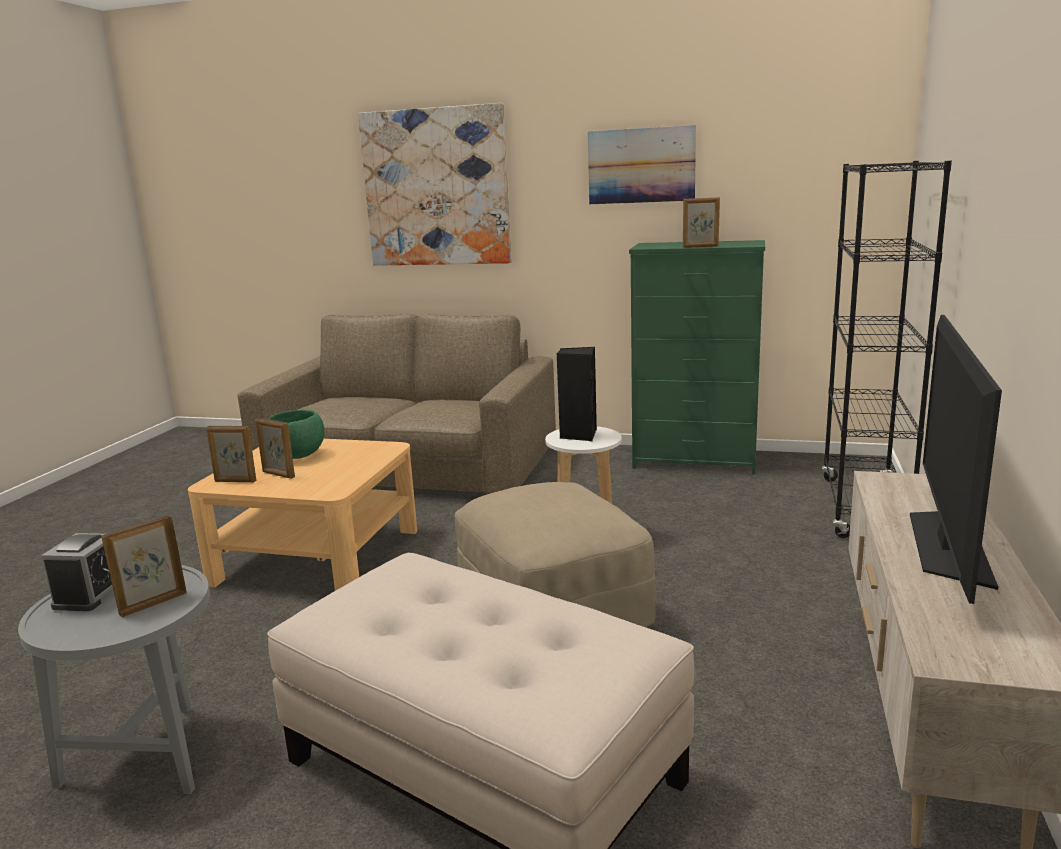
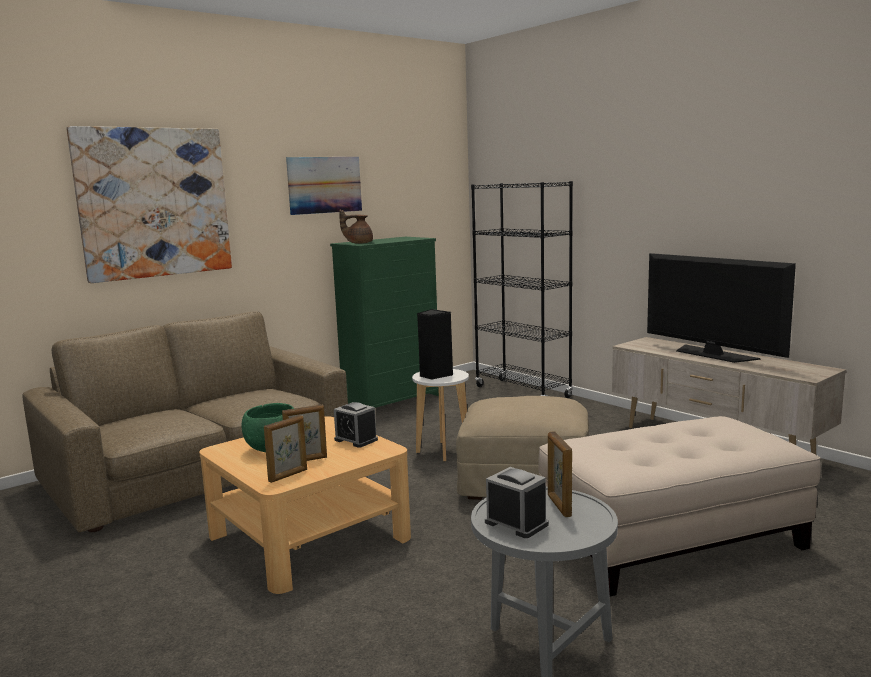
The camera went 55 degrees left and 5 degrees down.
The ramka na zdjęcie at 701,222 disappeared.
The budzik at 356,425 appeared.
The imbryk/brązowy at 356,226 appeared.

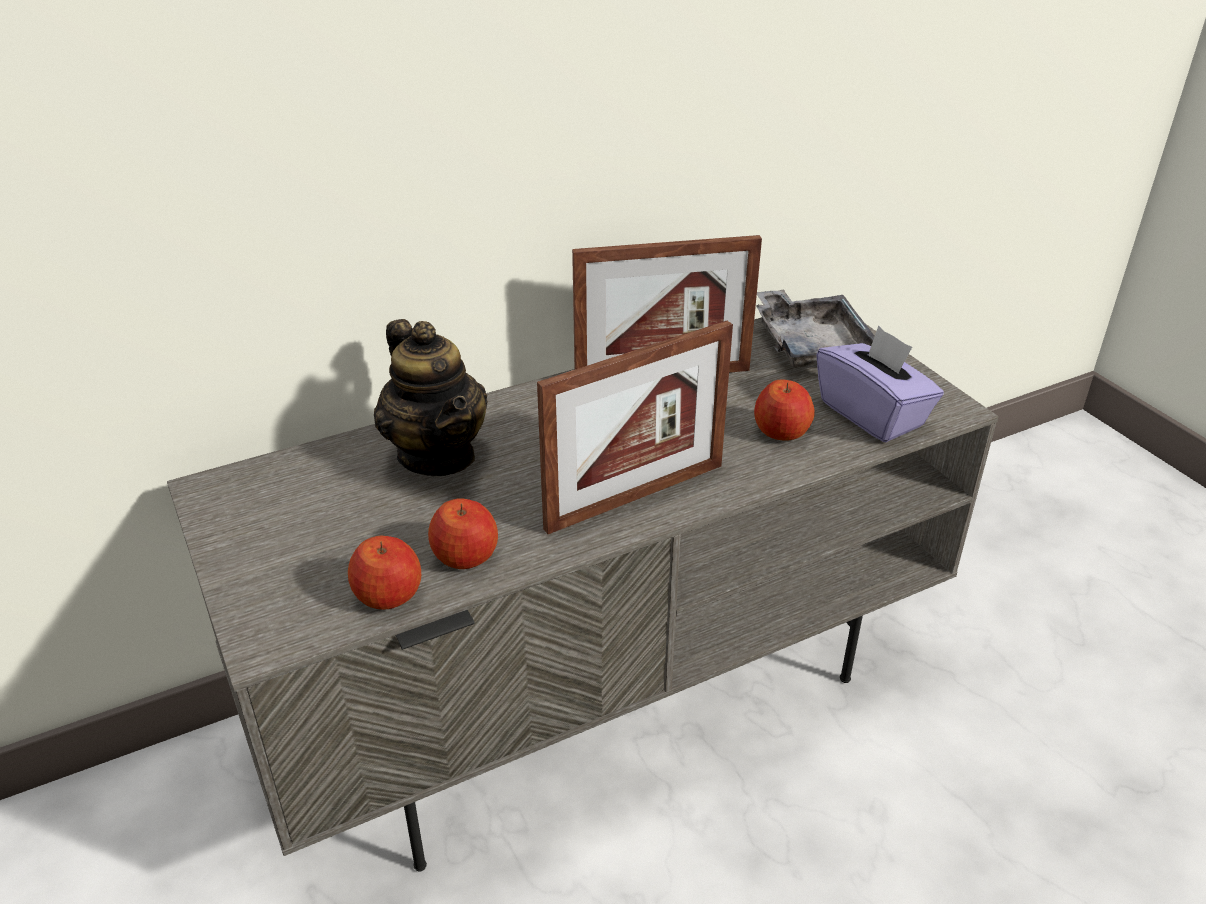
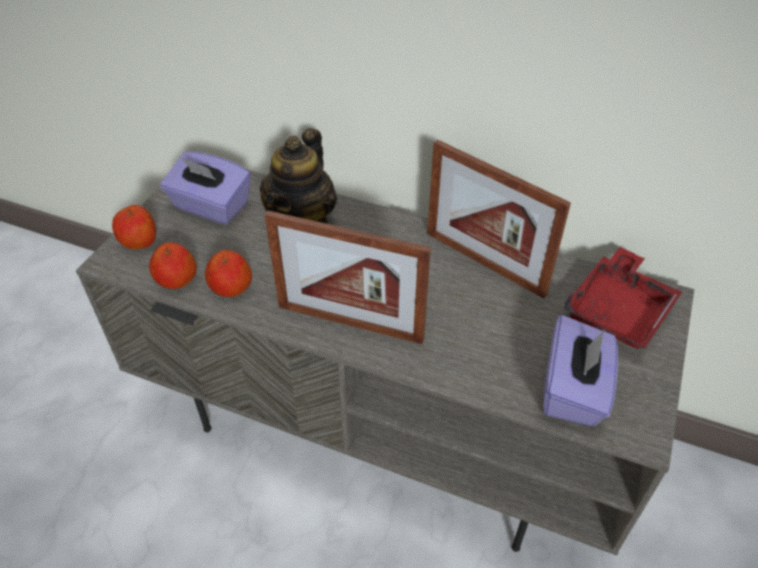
The camera went 50 degrees right and 10 degrees up.
The jabłko moved from 784,410 to 134,227.
The taca/szary at 815,328 became the taca/czerwony at 623,298.
The pudełko chusteczek/fioletowy at 205,187 appeared.

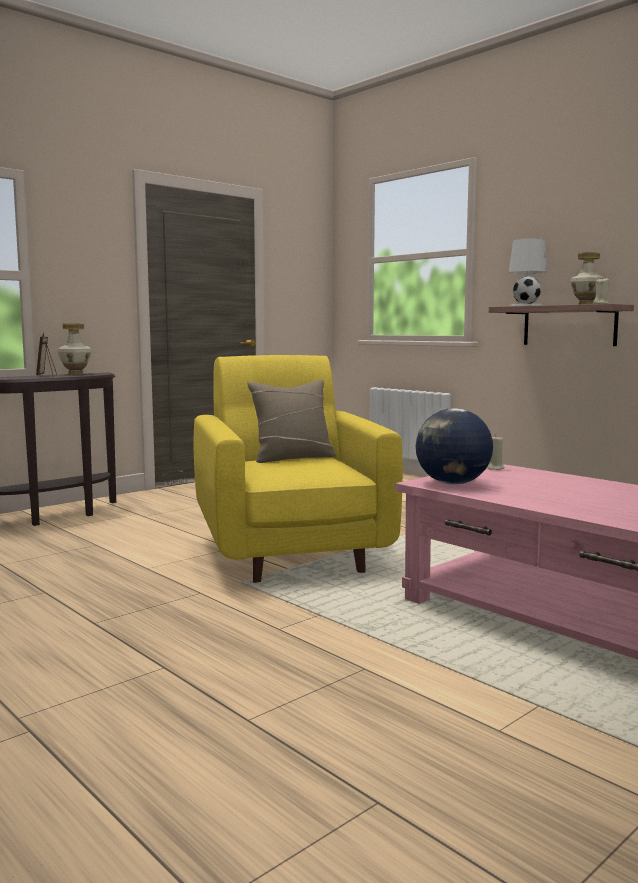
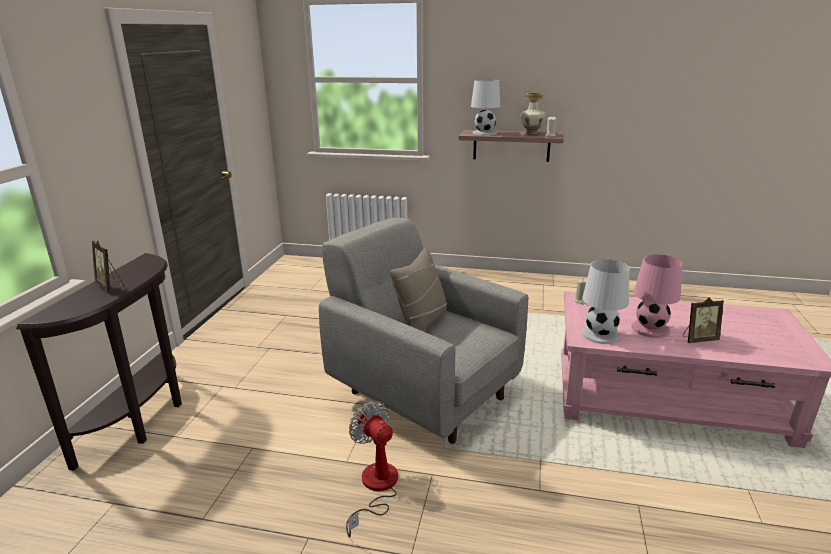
The camera went 35 degrees left and 15 degrees up.
The wazon at 75,349 disappeared.
The fotel/żółty at 298,469 became the fotel/szary at 423,331.
The globus at 454,446 was replaced by the lampa stołowa/biały at 606,301.
The wentylator at 372,469 appeared.
The lampa stołowa/różowy at 657,296 appeared.
The ramka na zdjęcie at 703,320 appeared.

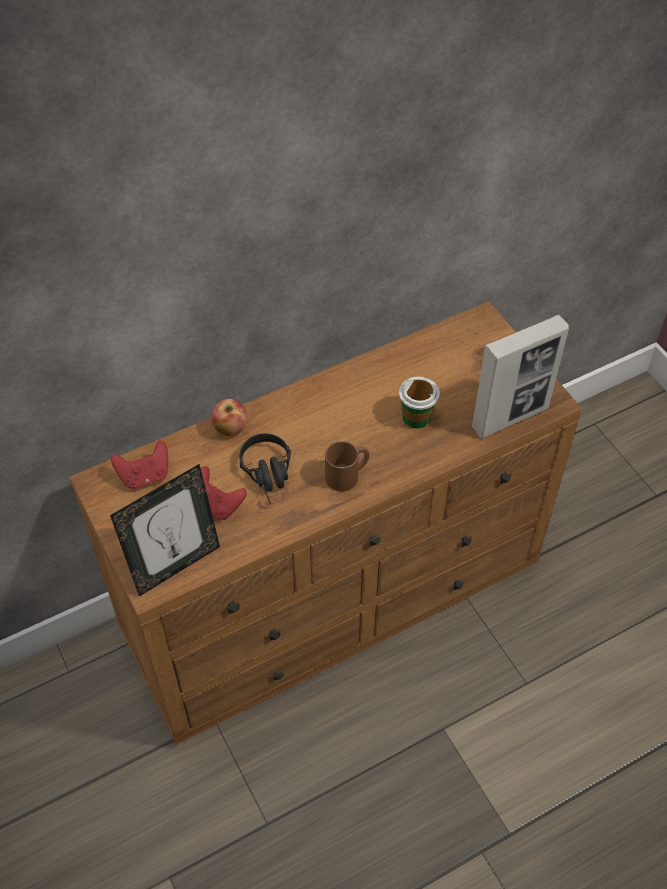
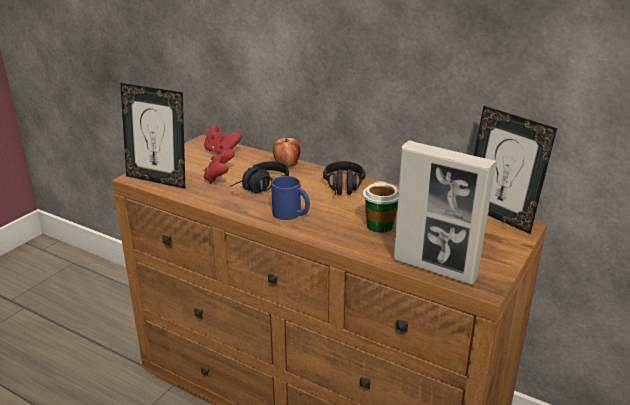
The camera went 60 degrees right and 25 degrees down.
The kubek/brązowy at 347,466 became the kubek/niebieski at 290,198.
The słuchawki/czarny at 344,178 appeared.
The ramka na zdjęcie at 515,170 appeared.

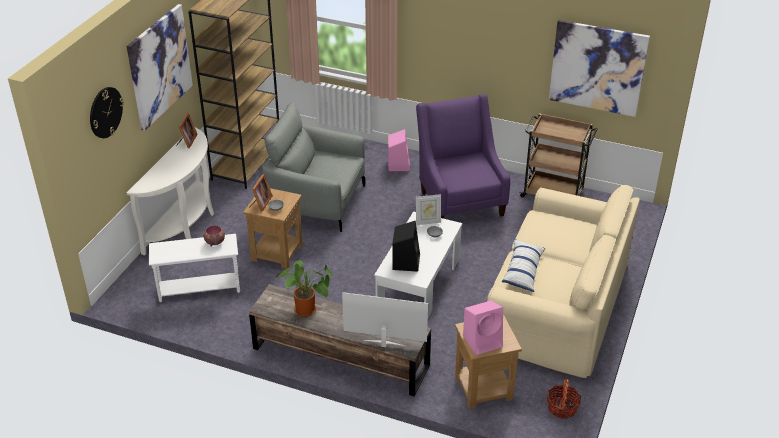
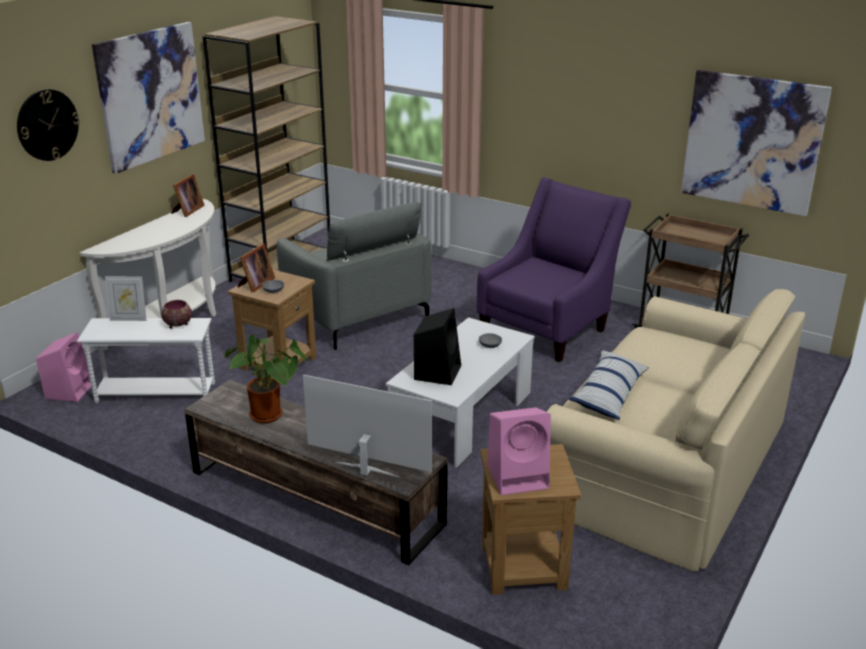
The camera went 10 degrees right and 10 degrees down.
The fotel/szary at 313,167 turned 150 degrees counterclockwise.
The głośnik/różowy moved from 399,150 to 64,367.
The fotel/fioletowy at 463,156 turned 45 degrees clockwise.
The ramka na zdjęcie moved from 428,209 to 125,298.
The koszyk at 564,399 disappeared.

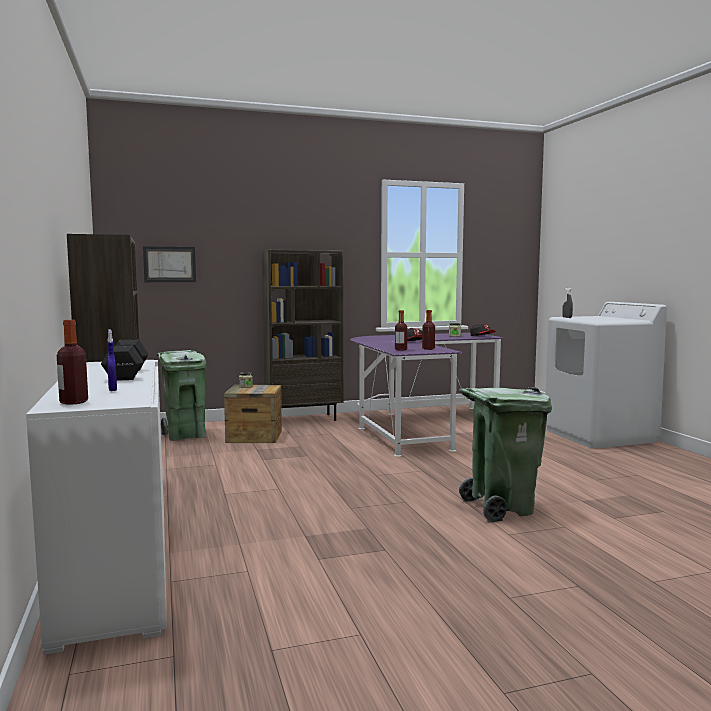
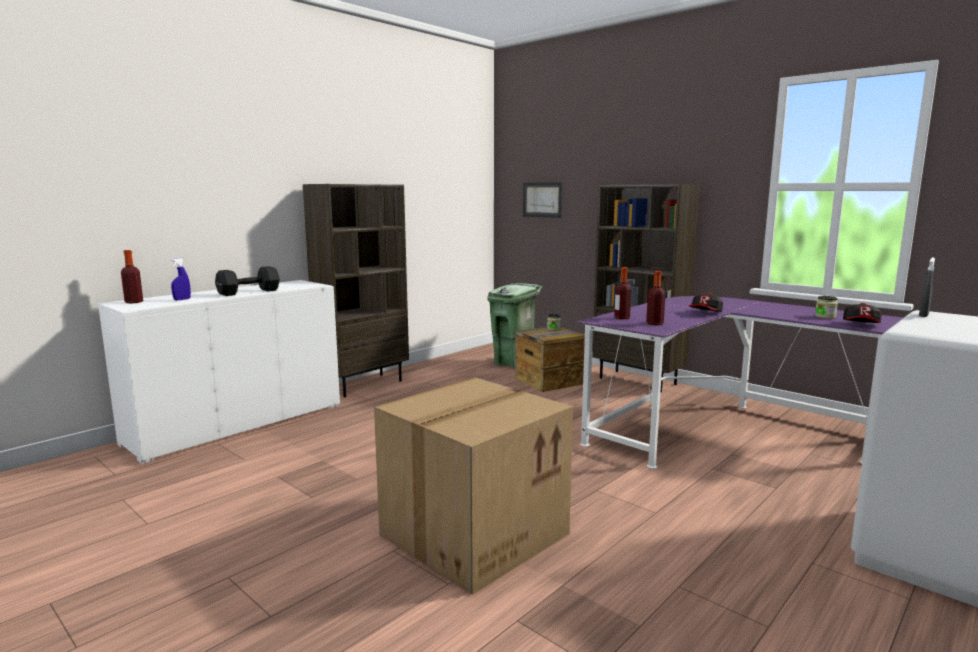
The camera went 60 degrees right and 5 degrees up.
The kosz na śmieci/zielony at 505,454 was replaced by the karton at 473,486.

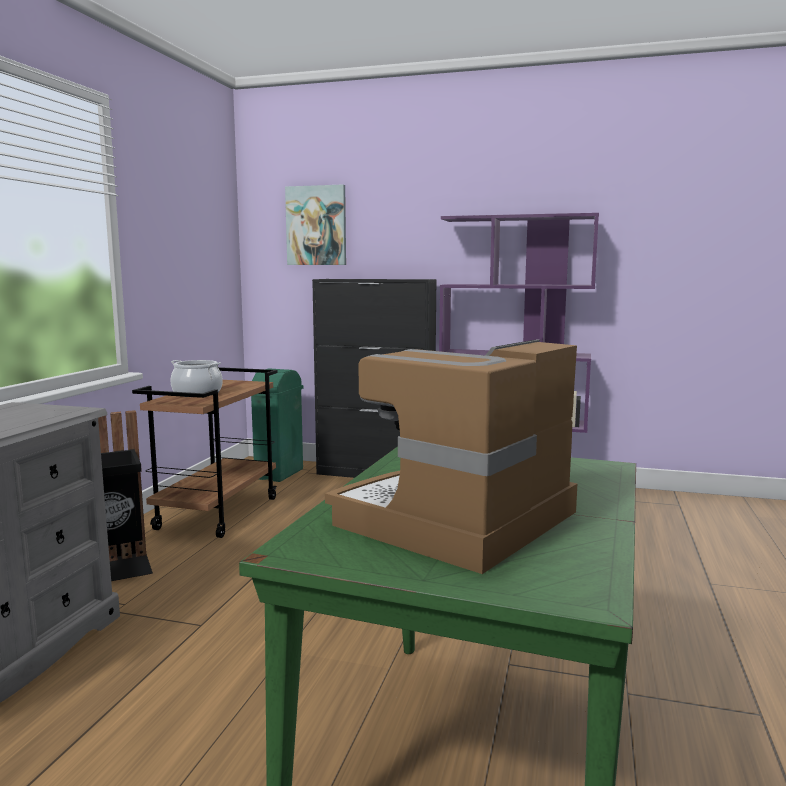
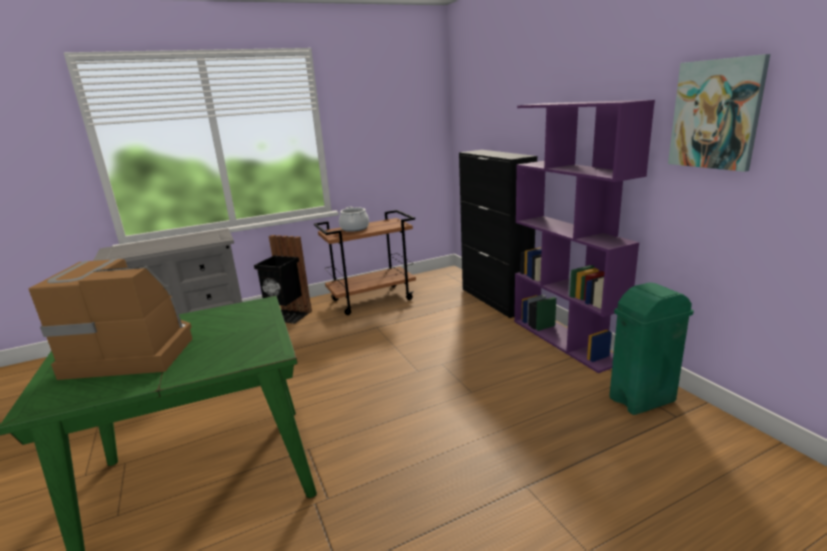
The camera went 50 degrees right and 10 degrees up.
The kosz na śmieci/zielony moved from 277,425 to 651,348.
The obraz moved from 315,224 to 719,113.

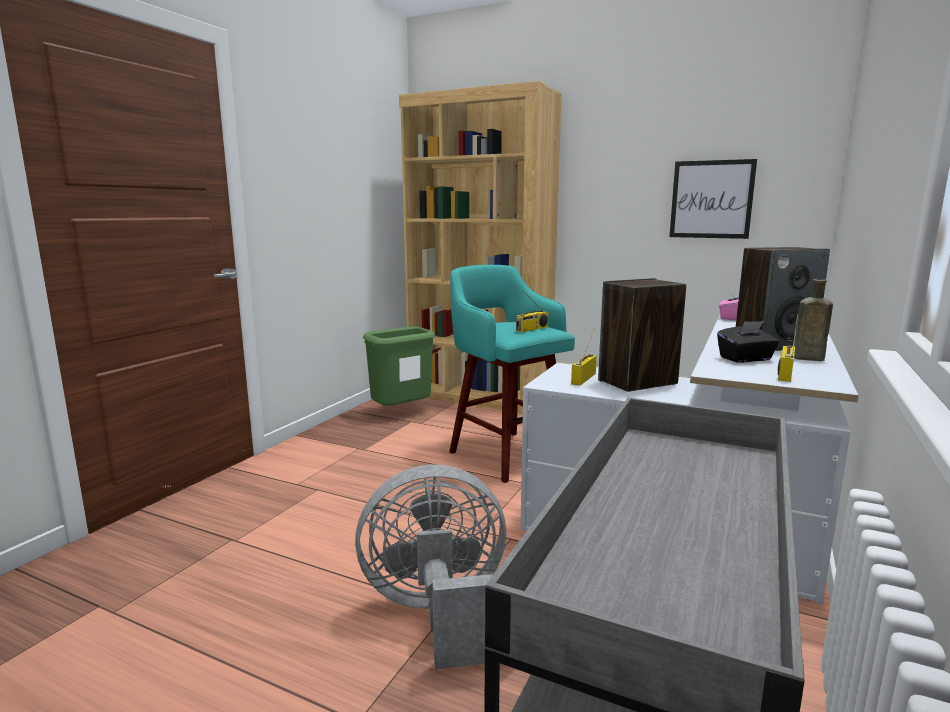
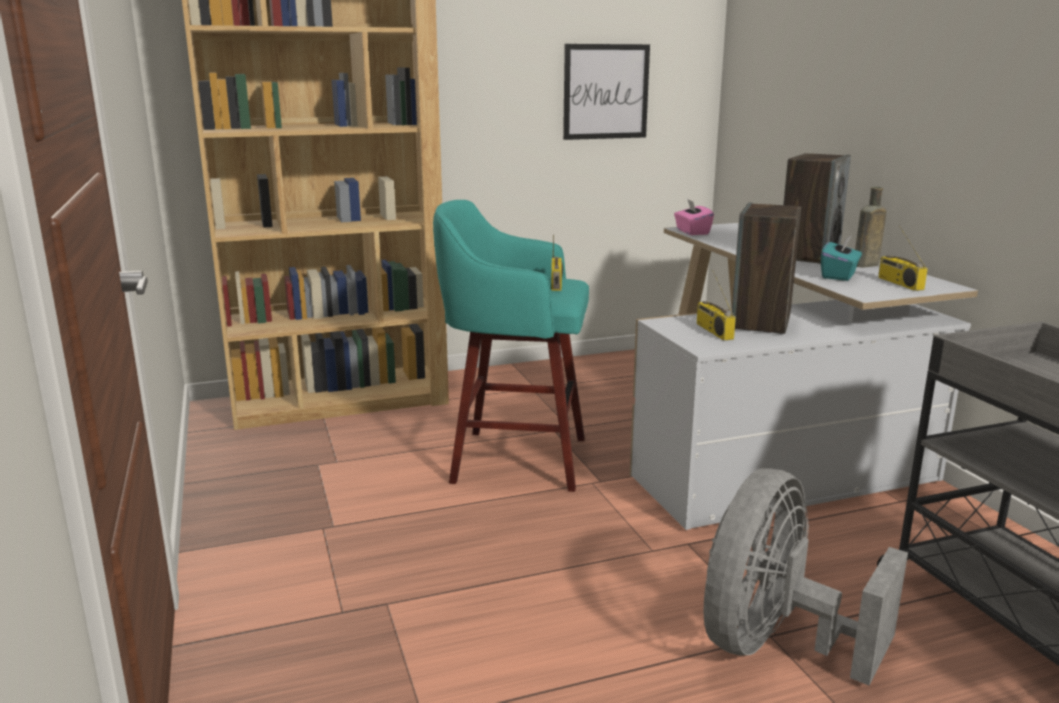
The camera went 45 degrees left and 5 degrees up.
The kosz na śmieci/zielony at 399,366 disappeared.
The pudełko chusteczek/czarny at 748,342 became the pudełko chusteczek/turkusowy at 841,258.

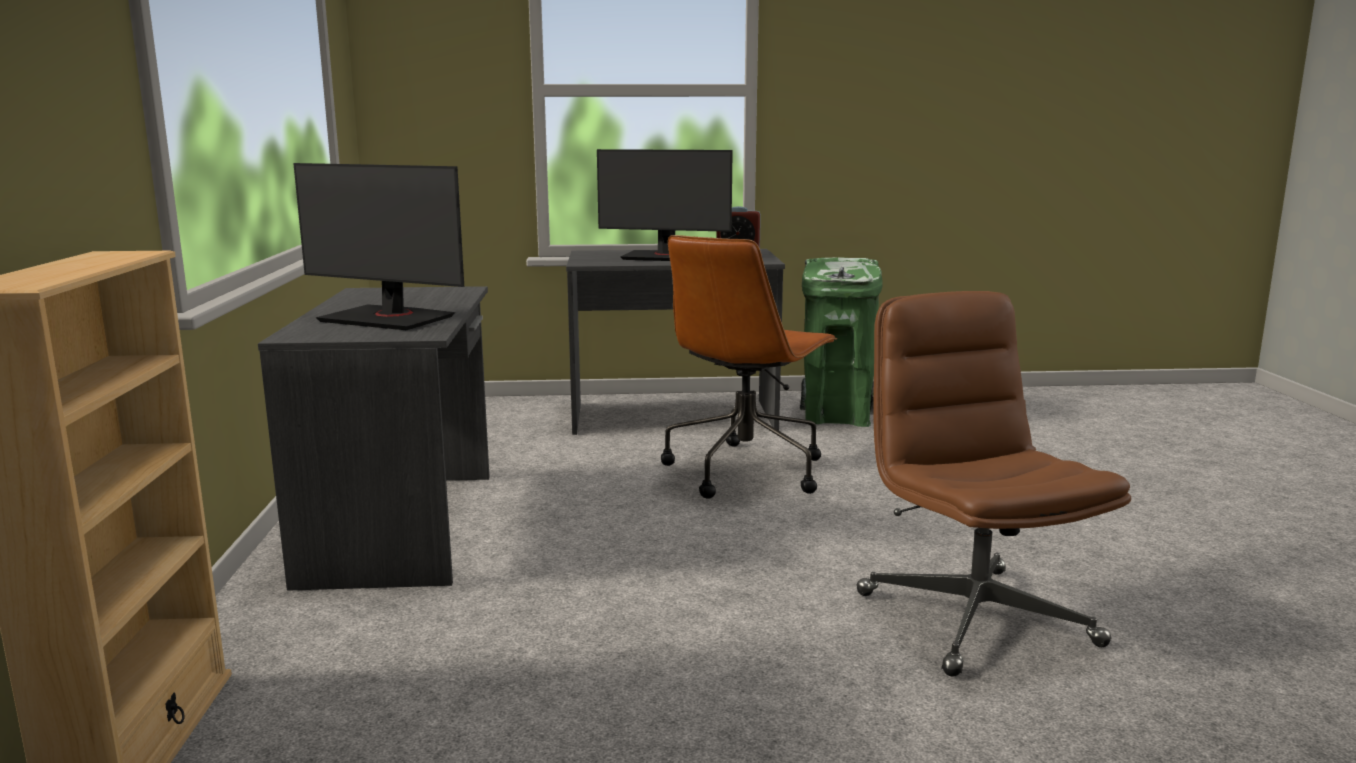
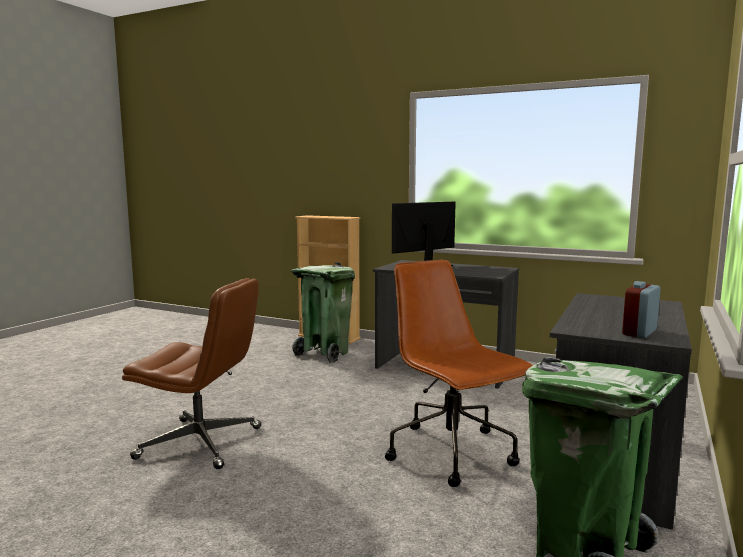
The camera went 120 degrees right and 5 degrees down.
The monitor at 665,205 disappeared.
The kosz na śmieci/zielony at 323,312 appeared.

